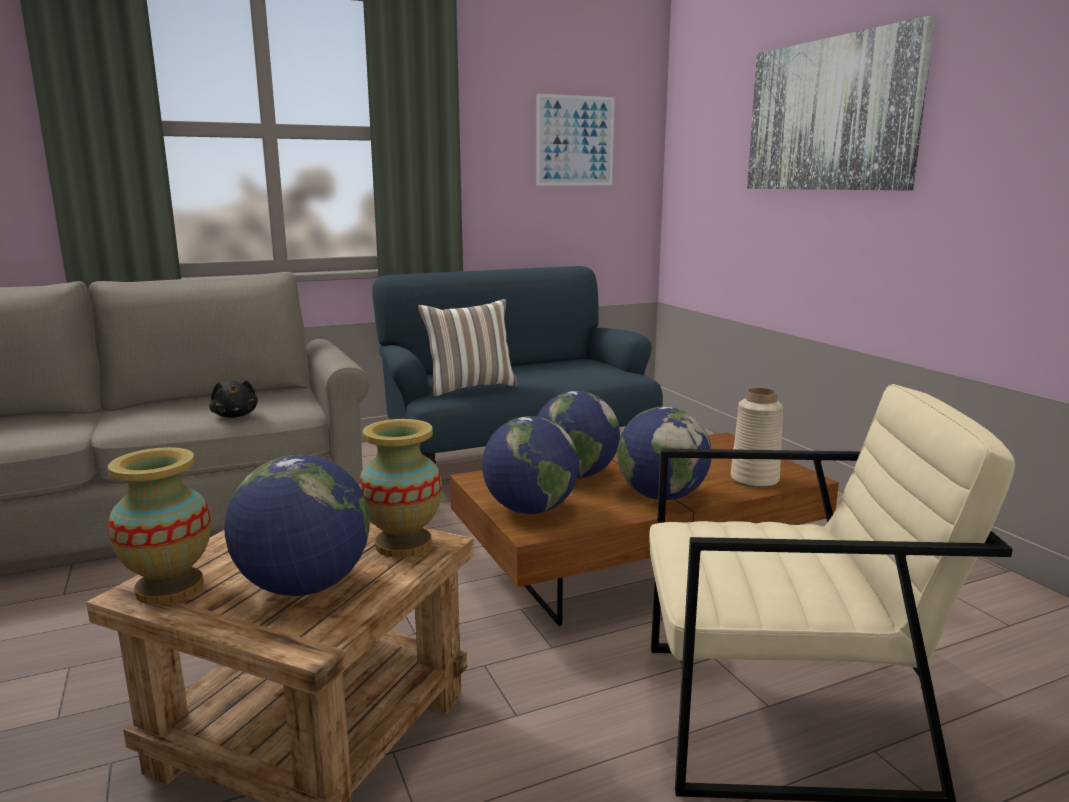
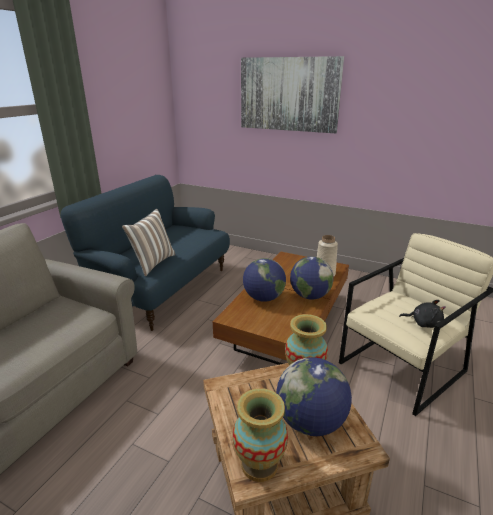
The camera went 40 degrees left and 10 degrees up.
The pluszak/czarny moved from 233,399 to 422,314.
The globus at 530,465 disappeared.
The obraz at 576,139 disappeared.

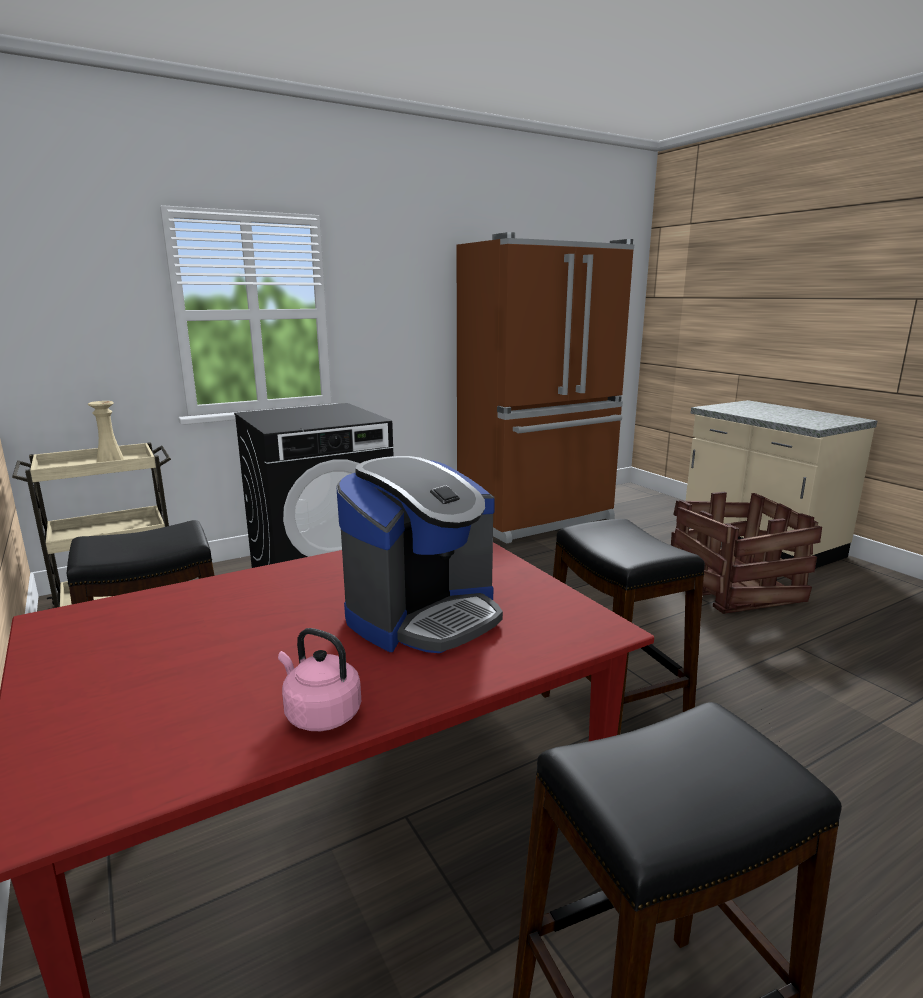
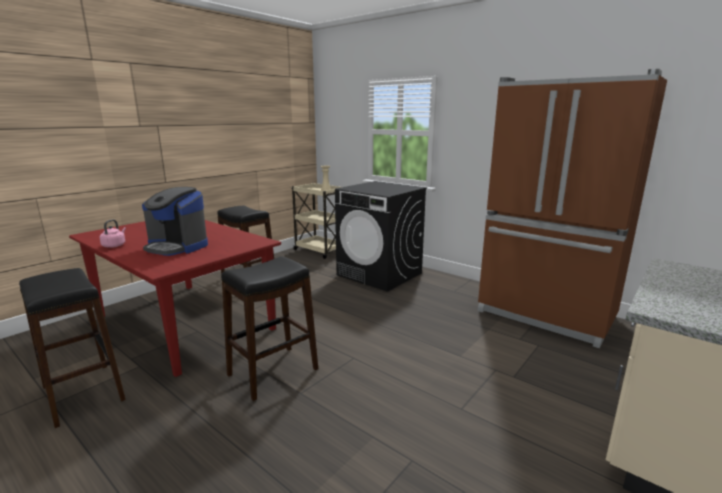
The camera went 70 degrees right and 0 degrees up.
The skrzynka at 746,553 disappeared.

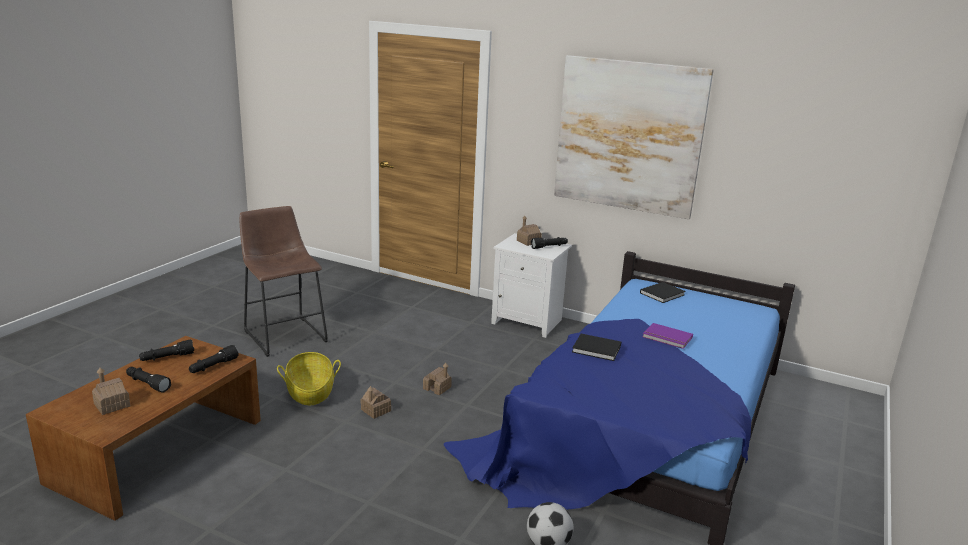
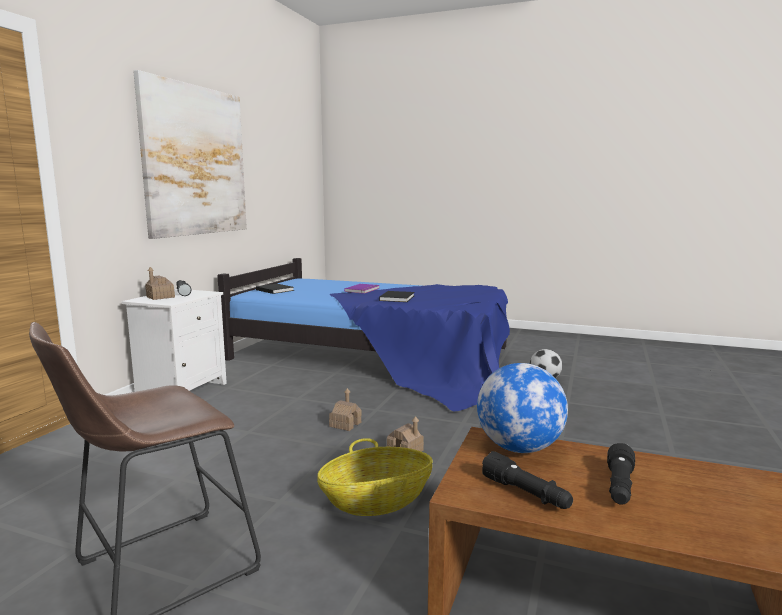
The camera went 95 degrees left and 10 degrees down.
The domek at 111,391 disappeared.
The latarka/czarny at 214,359 was replaced by the globus at 522,408.

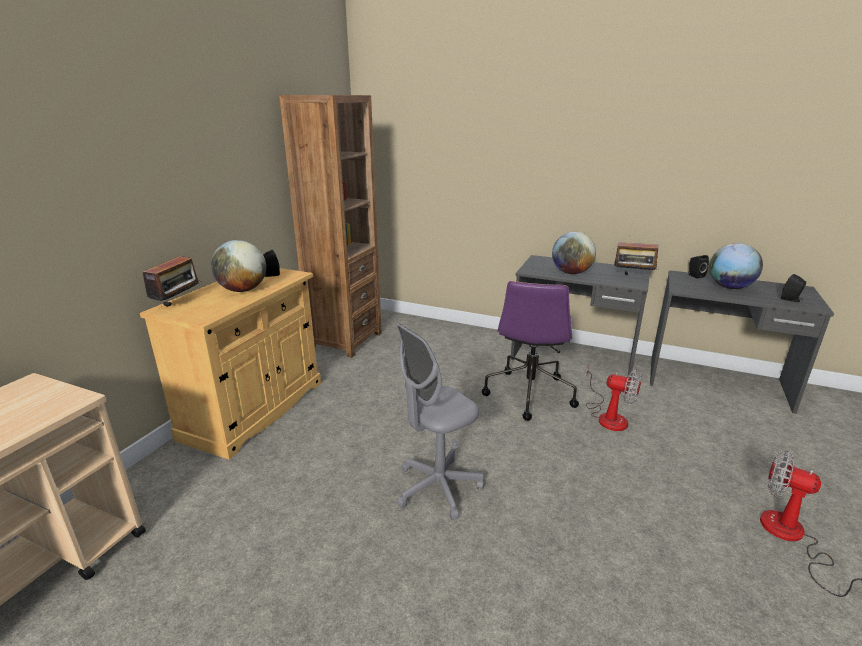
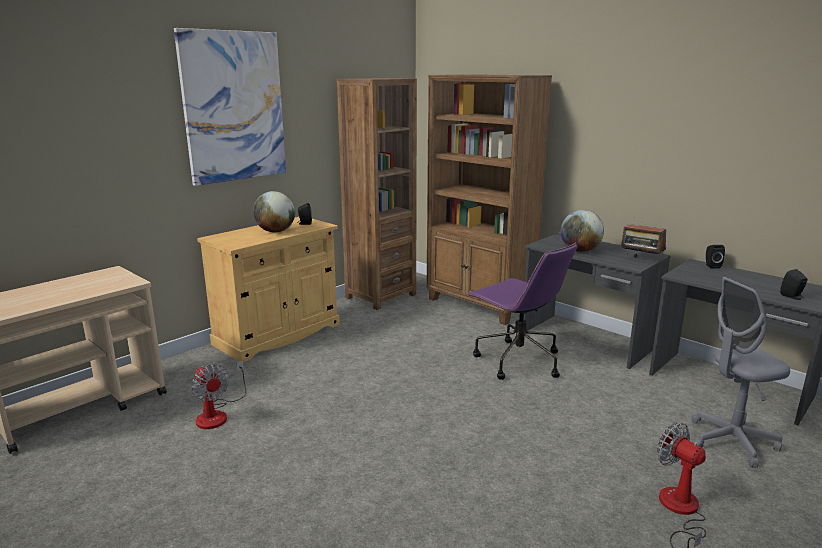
The camera went 20 degrees right and 5 degrees down.
The radio at 172,281 disappeared.
The krzesło biurowe/szary moved from 440,421 to 741,372.
The krzesło biurowe/fioletowy at 530,351 turned 75 degrees counterclockwise.
The wentylator moved from 614,398 to 218,394.
The globus at 736,266 disappeared.
The obraz at 230,107 appeared.
The regał/brązowy at 489,199 appeared.

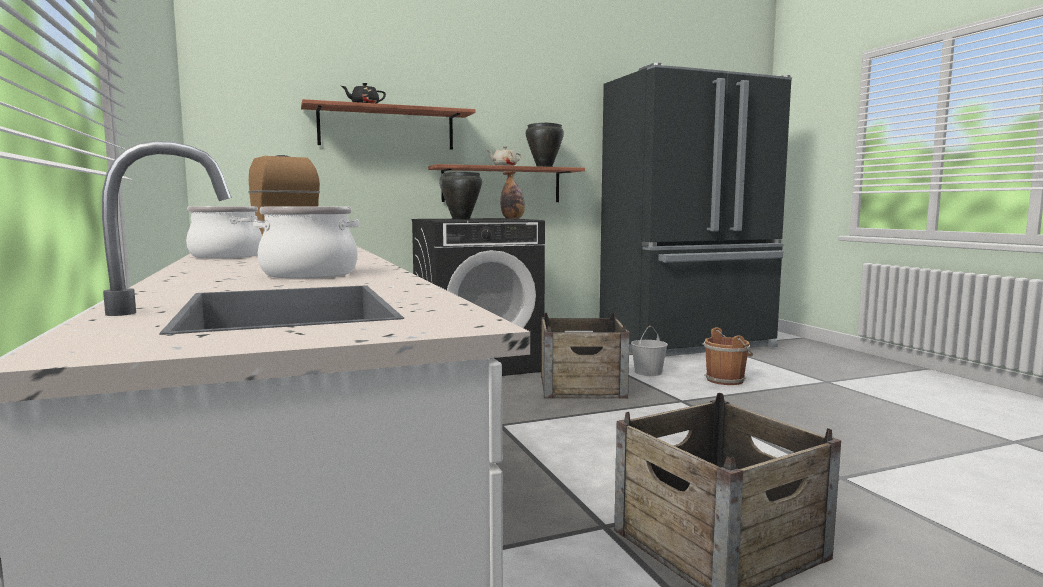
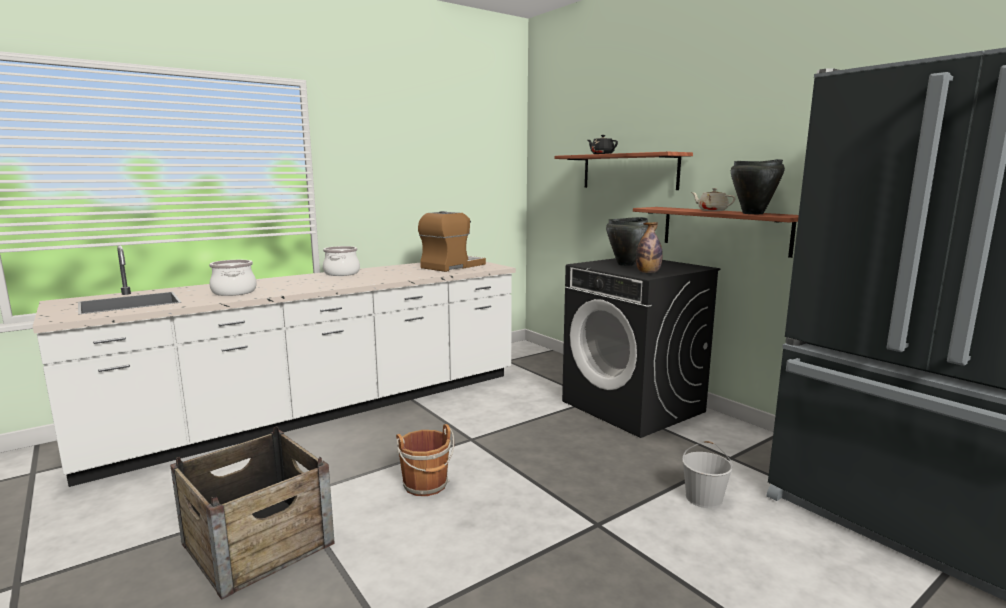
The camera went 75 degrees right and 5 degrees up.
The skrzynka at 585,356 disappeared.
The wiadro/brązowy moved from 728,356 to 425,460.

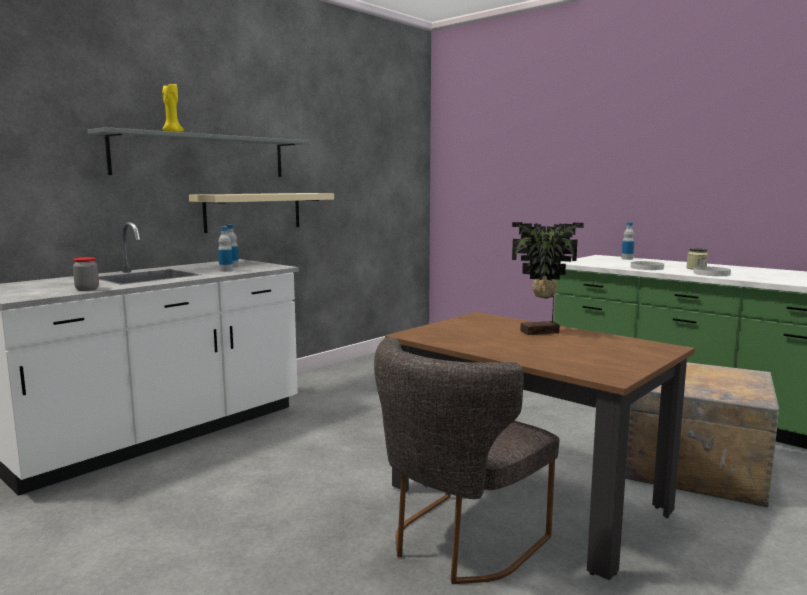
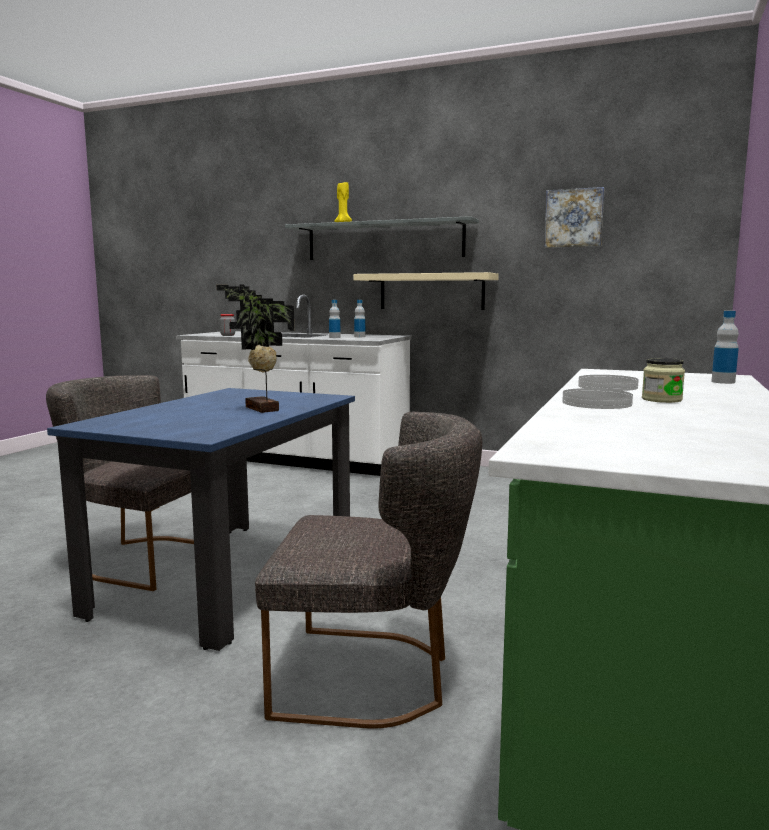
The camera went 70 degrees right and 0 degrees up.
The stół jadalny/brązowy at 540,446 became the stół jadalny/niebieski at 201,519.
The skrzynka at 702,434 was replaced by the krzesło/szary at 368,570.
The obraz at 574,217 appeared.

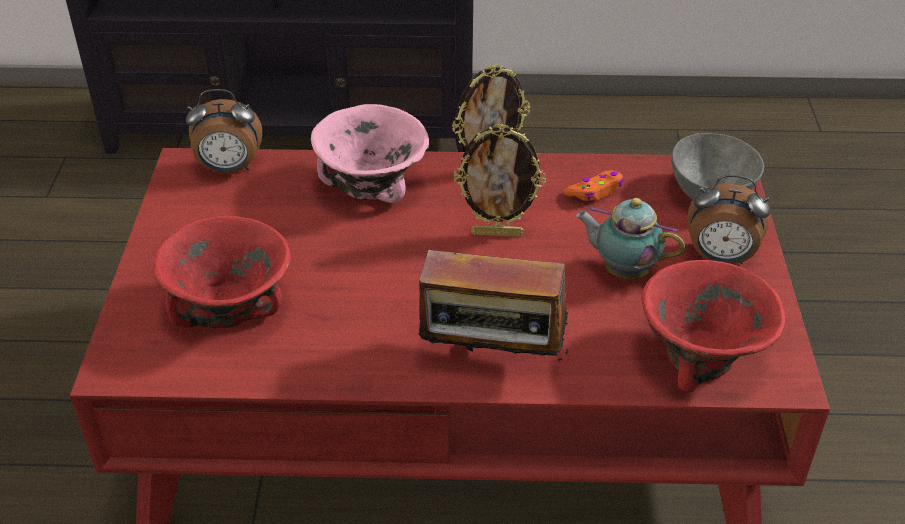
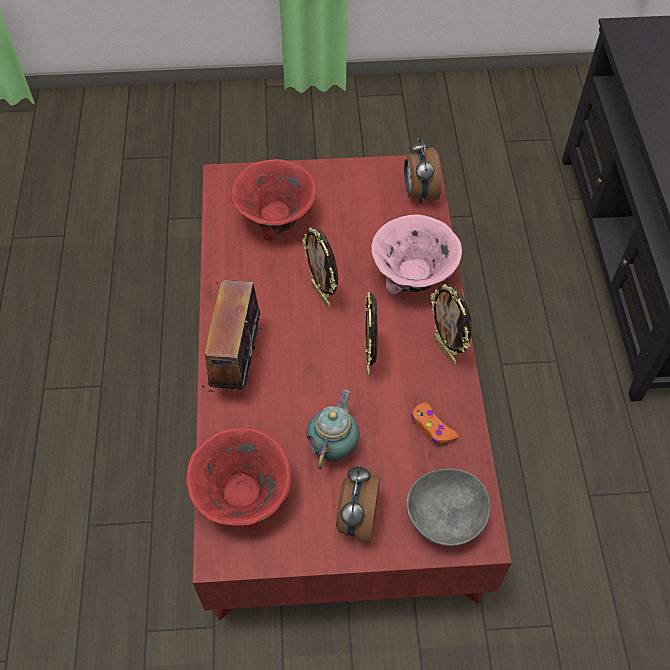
The camera went 85 degrees right and 15 degrees up.
The ramka na zdjęcie at 320,267 appeared.

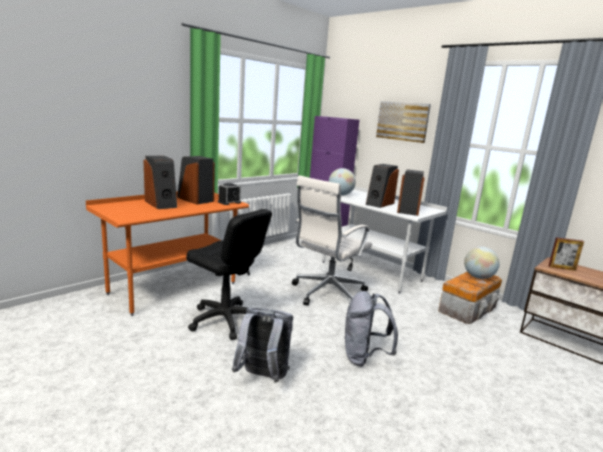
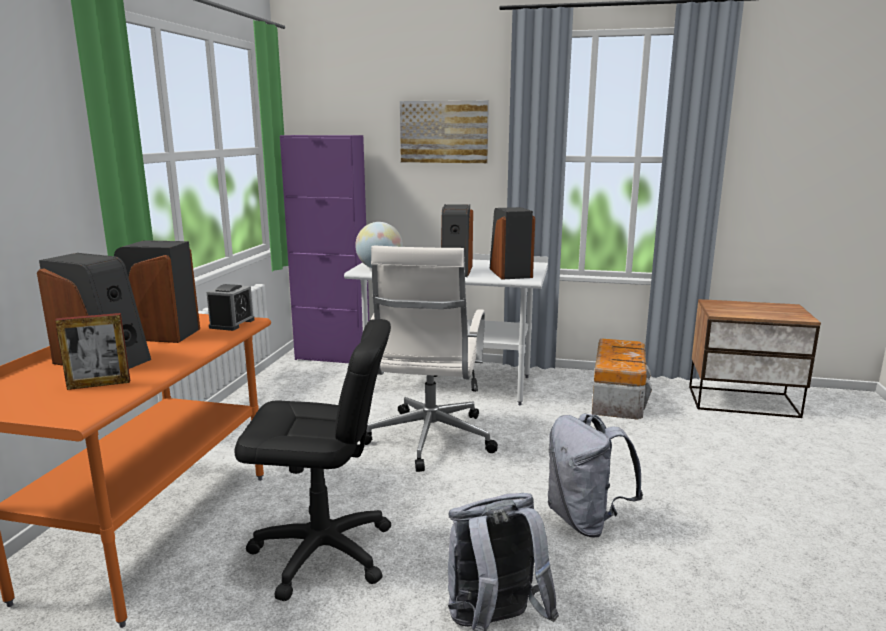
The camera went 30 degrees left and 0 degrees up.
The globus at 482,263 disappeared.
The ramka na zdjęcie moved from 566,254 to 92,351.

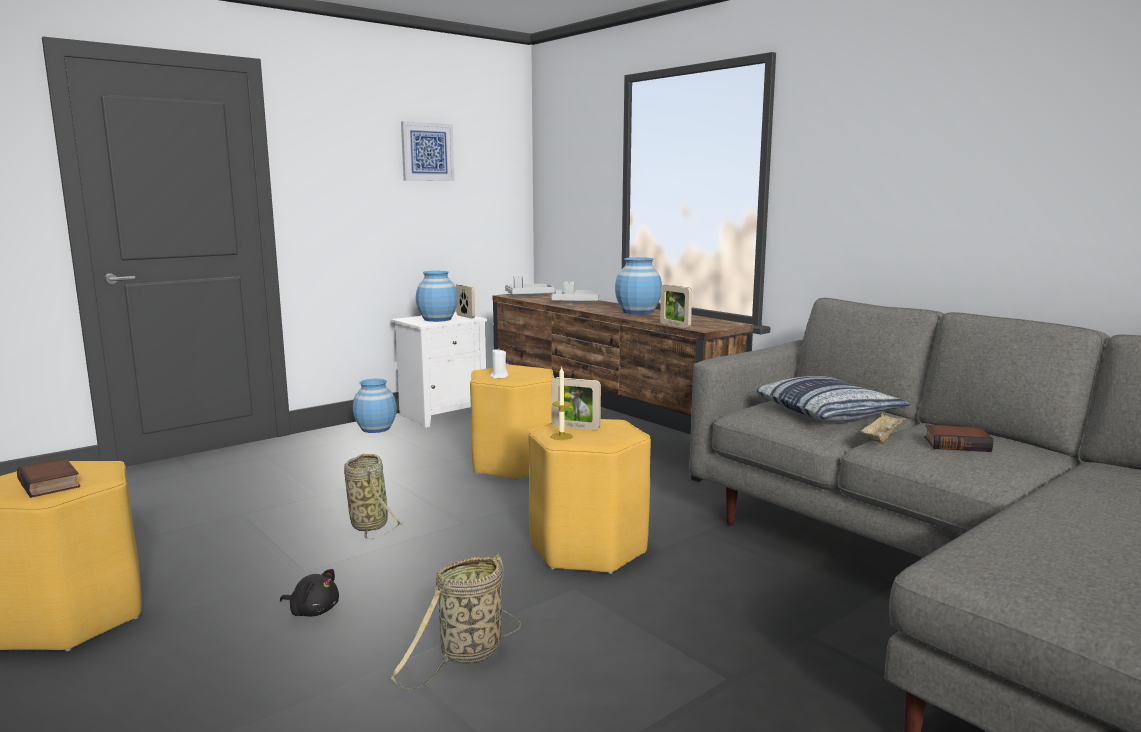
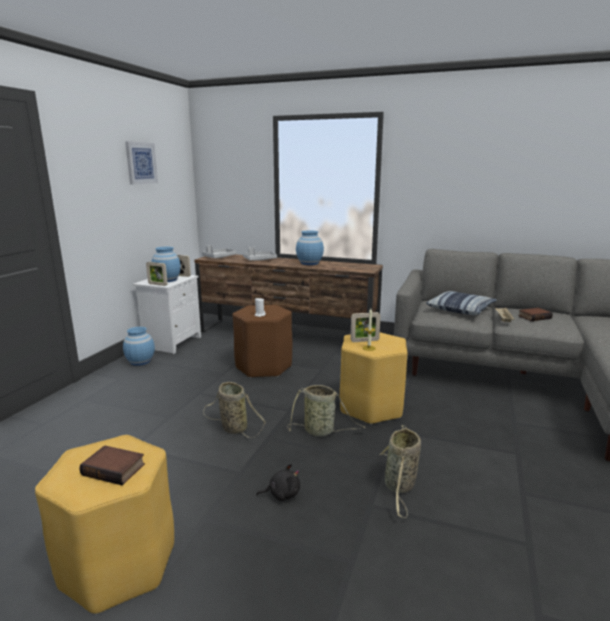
The camera went 30 degrees left and 5 degrees up.
The stołek/żółty at 512,422 became the stołek/brązowy at 262,341.
The ramka na zdjęcie moved from 676,306 to 157,274.
The koszyk at 326,410 appeared.

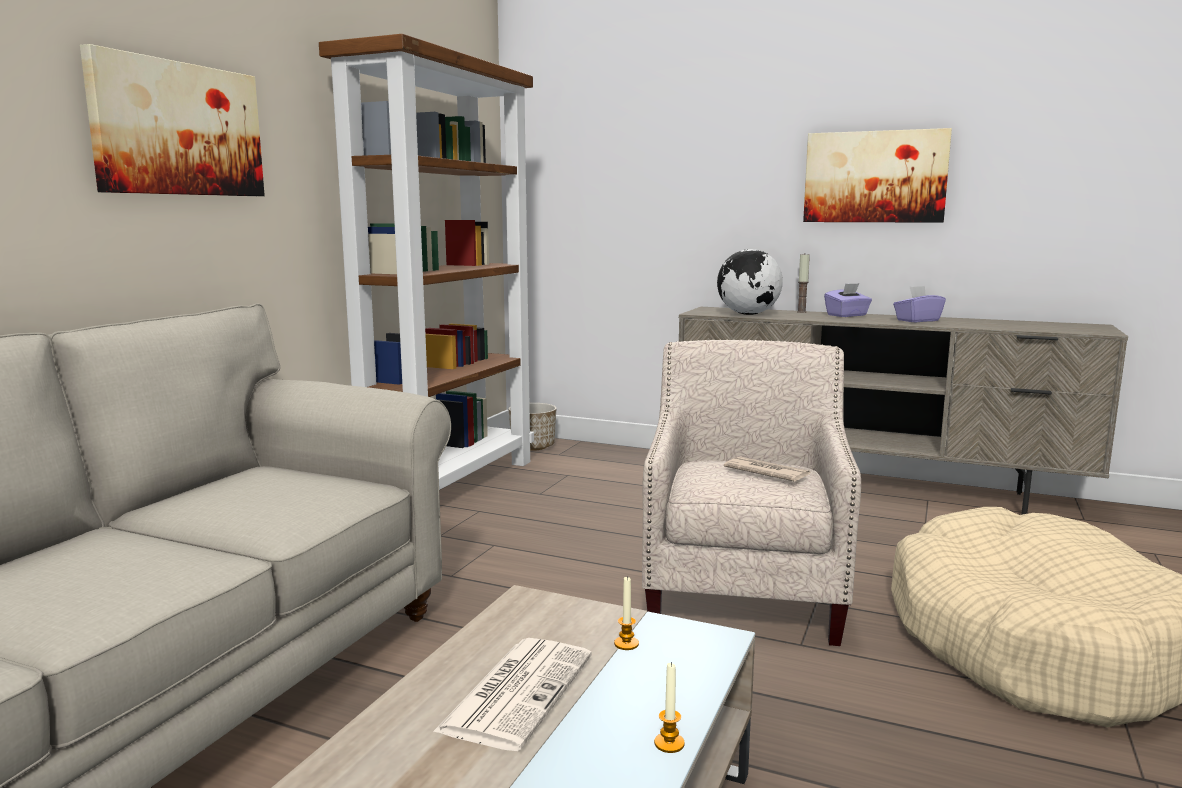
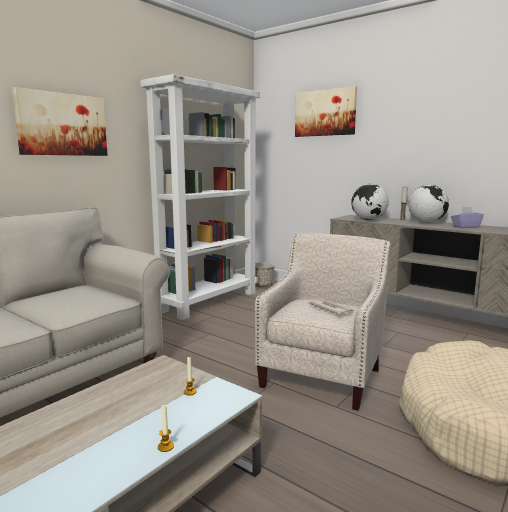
The camera went 15 degrees right and 0 degrees up.
The regał/brązowy at 426,262 became the regał/biały at 200,197.
The gazeta at 512,694 disappeared.
The obraz moved from 877,175 to 326,111.
The pudełko chusteczek/fioletowy at 848,300 was replaced by the globus at 428,204.

